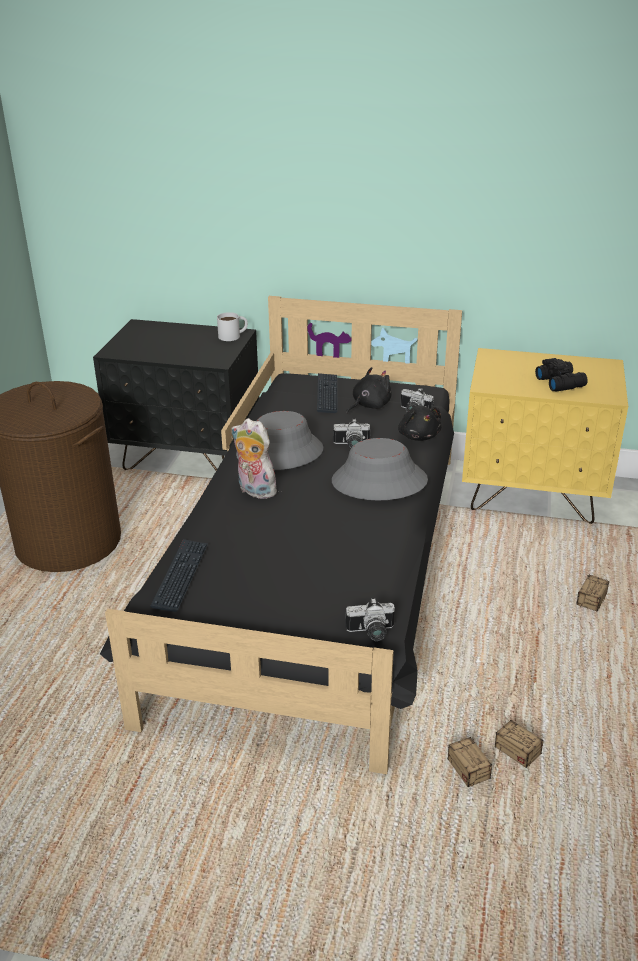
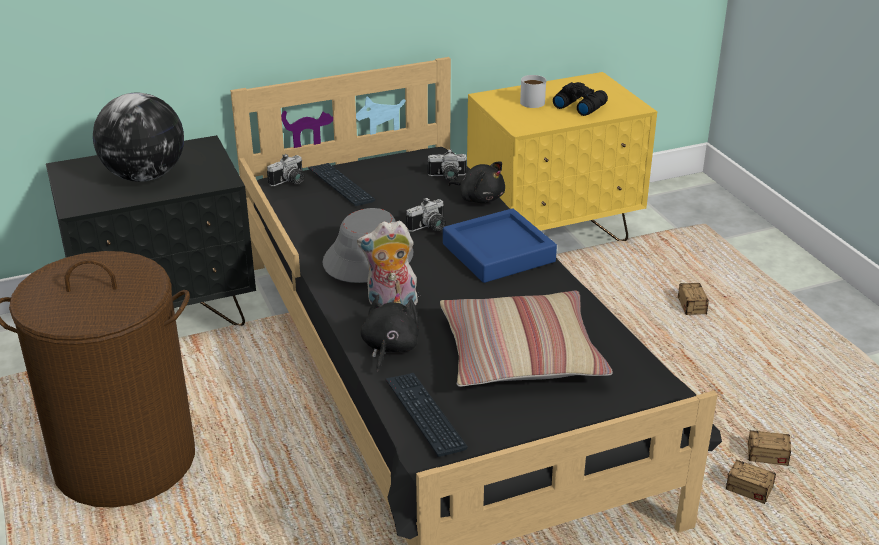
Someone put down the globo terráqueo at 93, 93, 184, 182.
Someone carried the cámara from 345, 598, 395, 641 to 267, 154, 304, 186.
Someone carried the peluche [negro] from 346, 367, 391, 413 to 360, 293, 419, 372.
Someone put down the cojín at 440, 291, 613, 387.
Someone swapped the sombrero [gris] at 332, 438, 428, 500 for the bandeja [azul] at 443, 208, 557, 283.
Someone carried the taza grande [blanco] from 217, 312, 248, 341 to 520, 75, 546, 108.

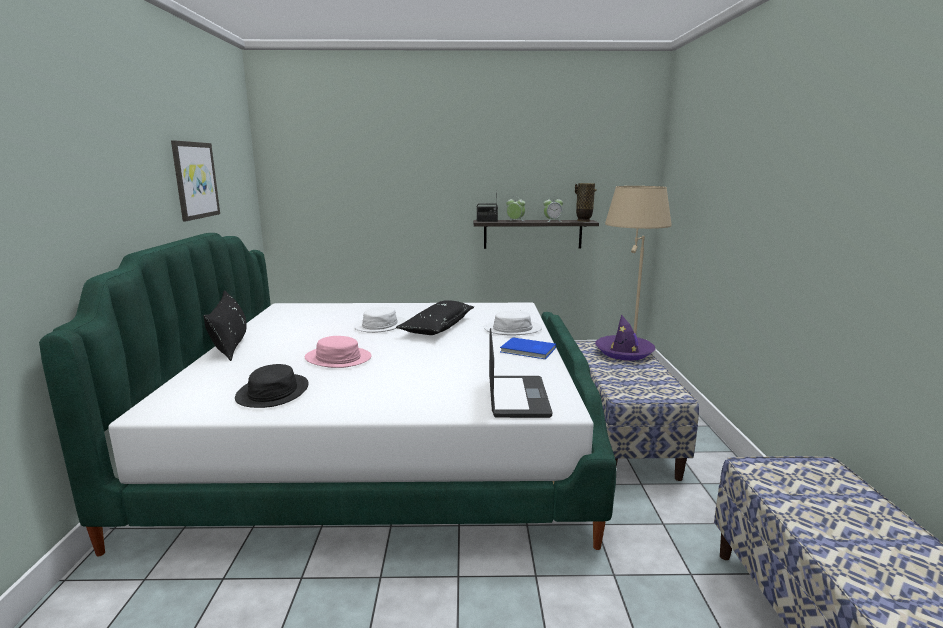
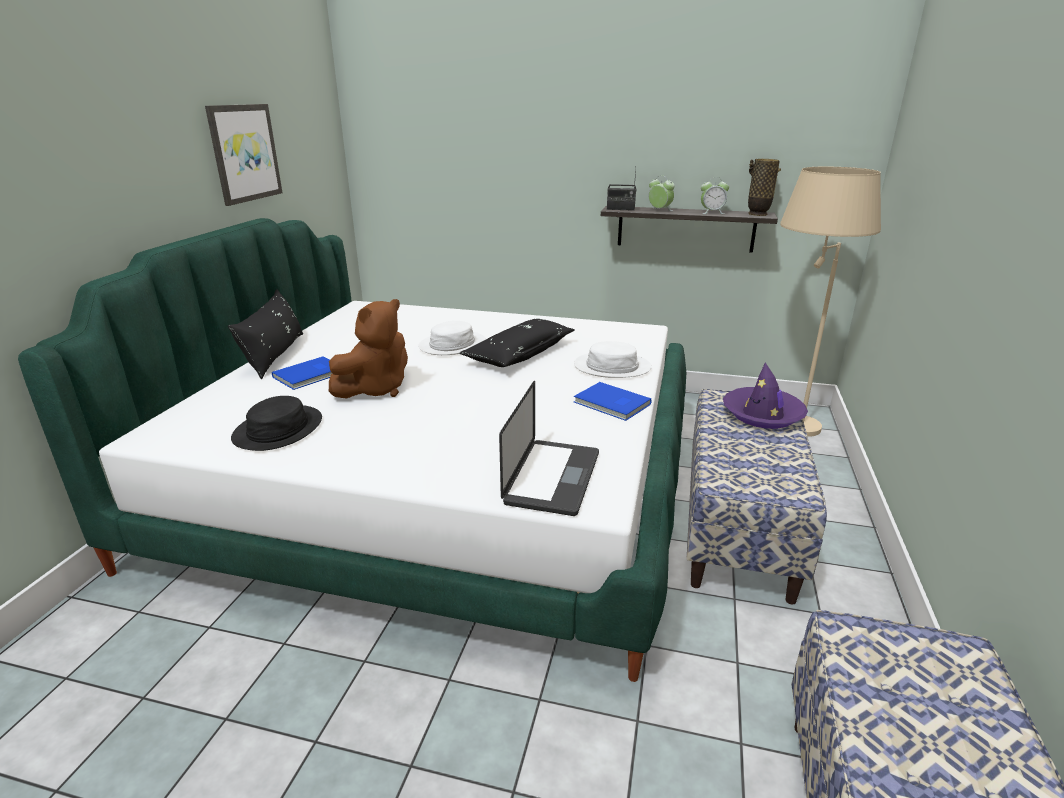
Someone put down the libro [azul] at 272, 356, 332, 390.
Someone swapped the sombrero [rosa] at 305, 336, 372, 368 for the peluche [marrón] at 329, 299, 408, 399.

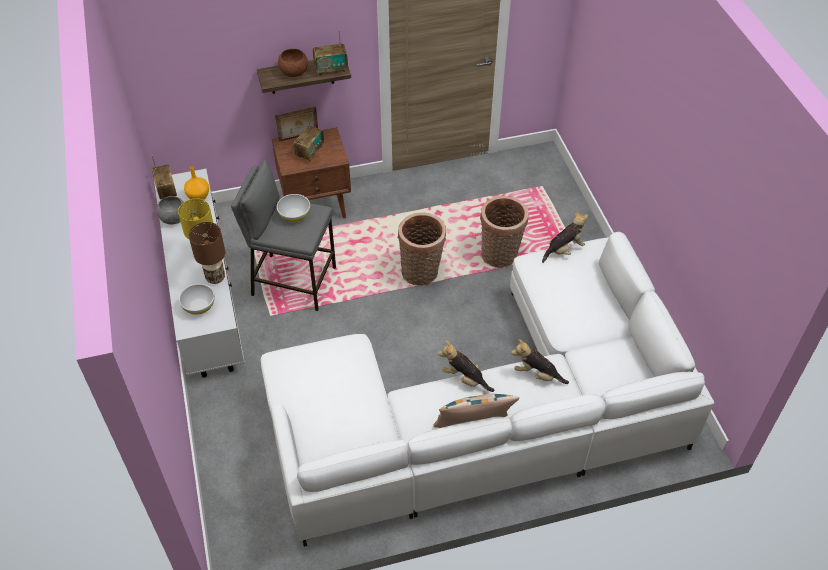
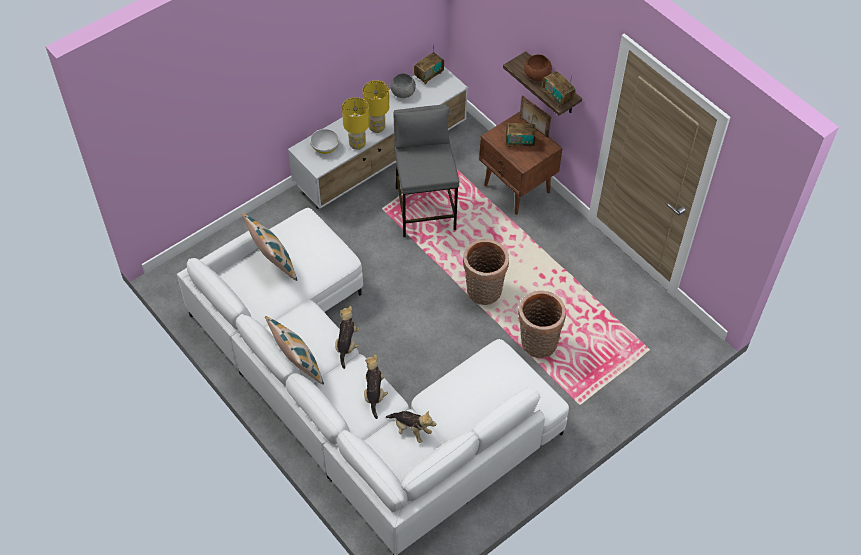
Someone put down the cojín at 242, 213, 297, 281.
Someone repainted the lámpara de mesa [marrón] at 189, 222, 225, 284, which became the lámpara de mesa [amarillo] at 342, 97, 369, 150.
Someone carried the peluche from 542, 211, 588, 263 to 386, 411, 436, 443.
Someone took away the florero [naranja] at 184, 166, 209, 200.
Someone took away the cuenco [blanco] at 277, 194, 310, 222.

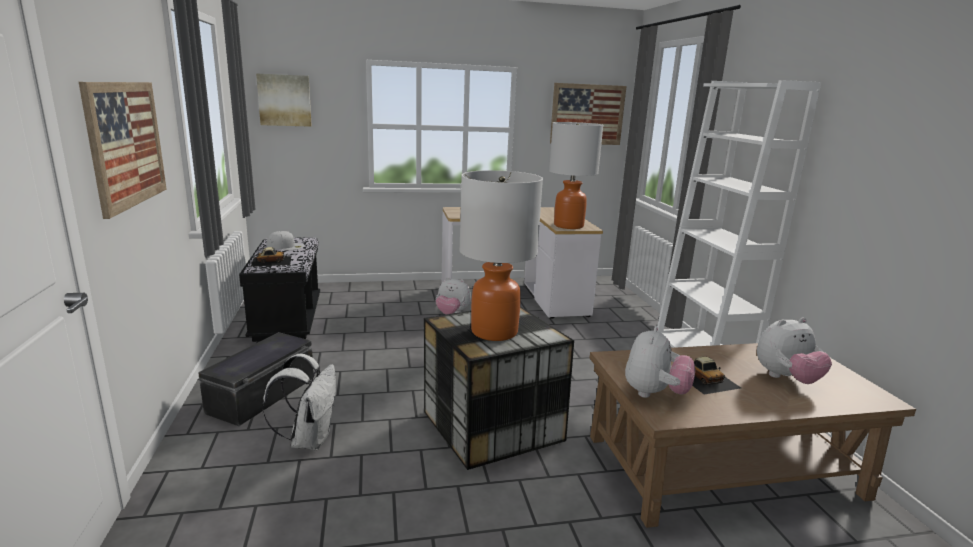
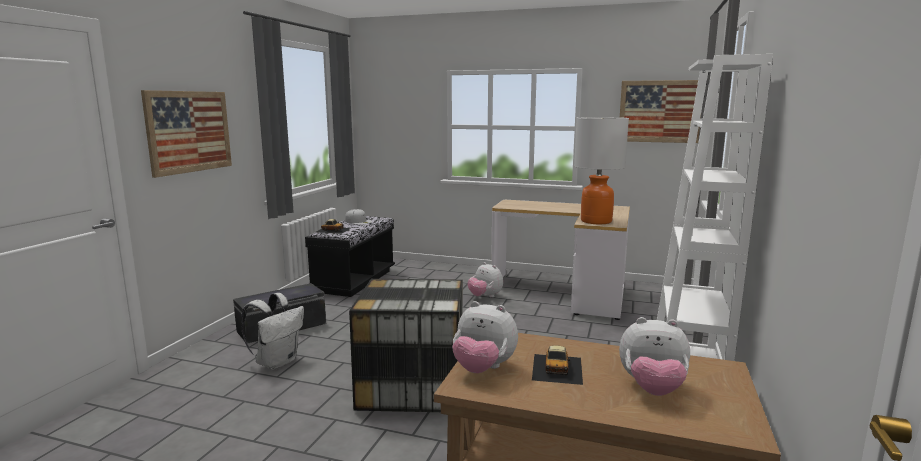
Someone rotated the peluche at 625, 326, 695, 398 by 60 degrees clockwise.
Someone took away the cuadro at 256, 73, 312, 127.
Someone took away the lámpara de mesa at 459, 170, 543, 341.

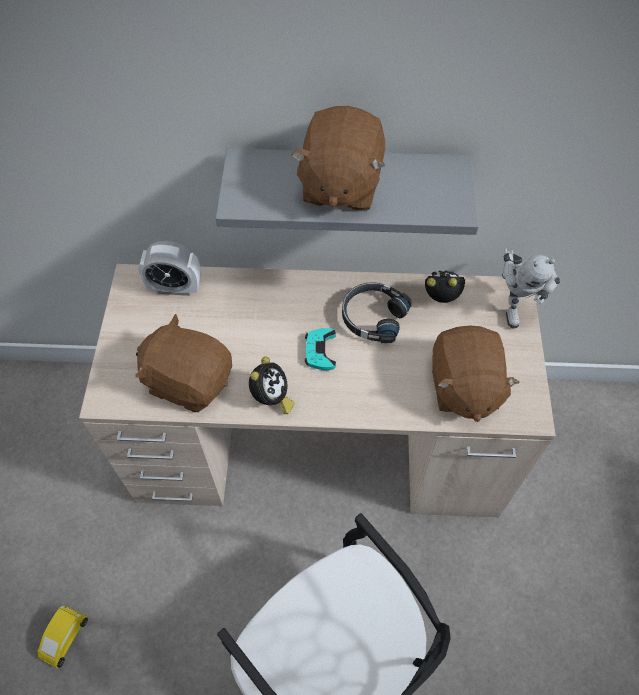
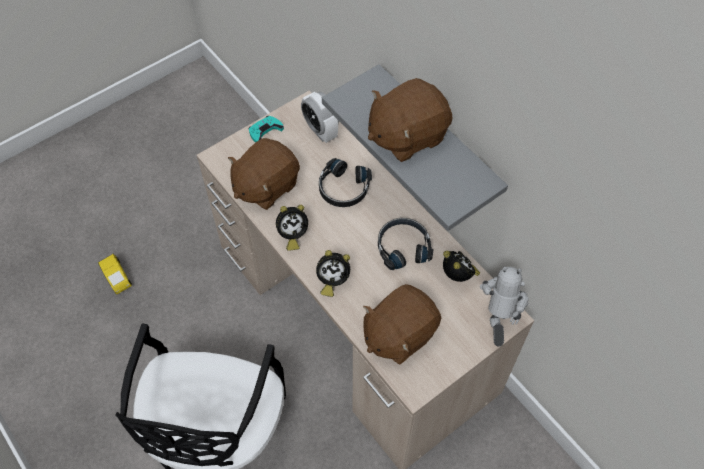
Someone rotated the coche de juguete [amarillo] at 37, 606, 88, 669 by 105 degrees counterclockwise.
Someone rotated the peluche [marrón] at 135, 314, 232, 412 by 120 degrees counterclockwise.
Someone carried the mando de consola [turquesa] from 305, 328, 336, 370 to 248, 116, 284, 143.
Someone put down the despertador at 316, 250, 350, 297.
Someone put down the auriculares [negro] at 319, 158, 372, 207.
Someone rotated the robot de juguete at 502, 248, 560, 328 by 150 degrees clockwise.

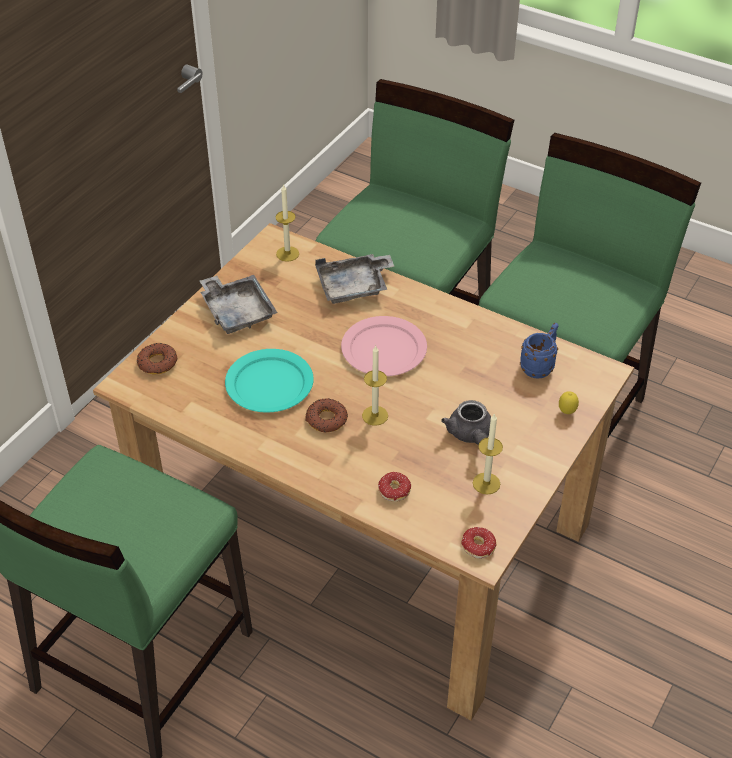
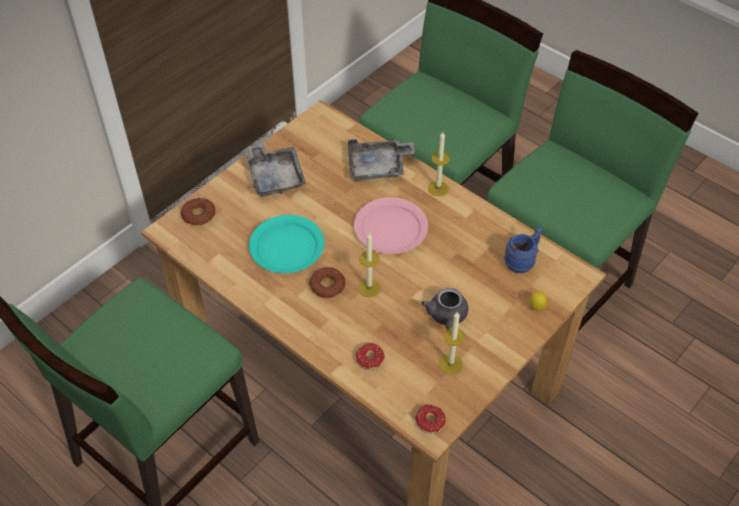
Someone carried the vela from 275, 184, 299, 262 to 428, 132, 450, 196.

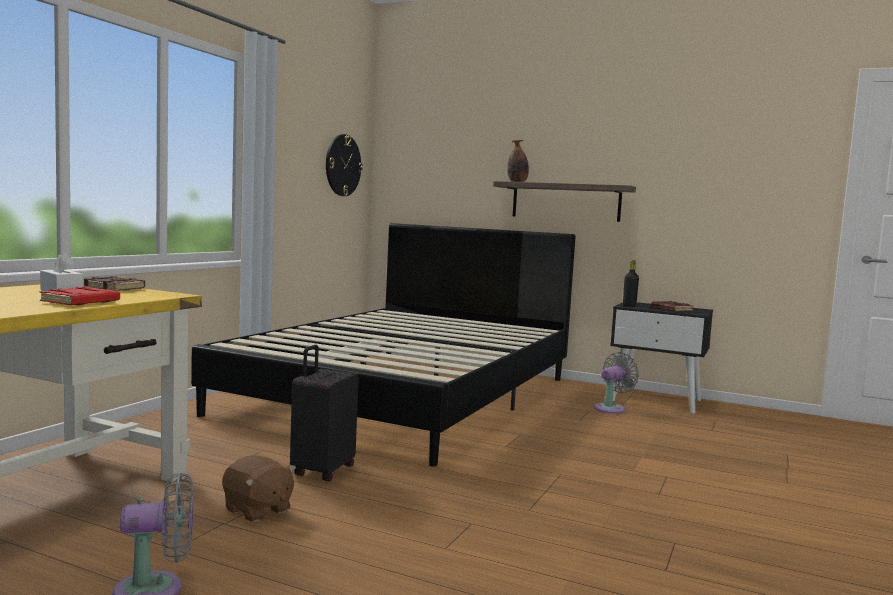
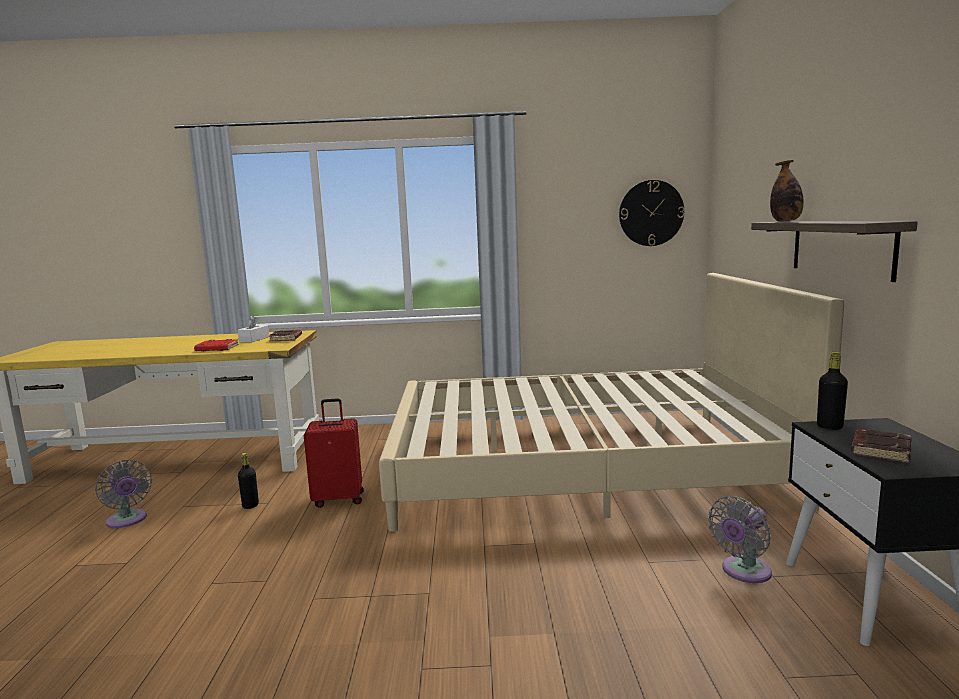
Someone swapped the peluche [marrón] at 222, 455, 296, 522 for the botella [negro] at 238, 453, 259, 509.
Someone repainted the maleta [negro] at 290, 345, 359, 481, which became the maleta [rojo] at 304, 398, 364, 508.
Someone repainted the cama [negro] at 191, 223, 575, 466, which became the cama [beis] at 379, 273, 844, 532.
Someone rotated the ventilador [gris] at 594, 352, 639, 414 by 120 degrees clockwise.

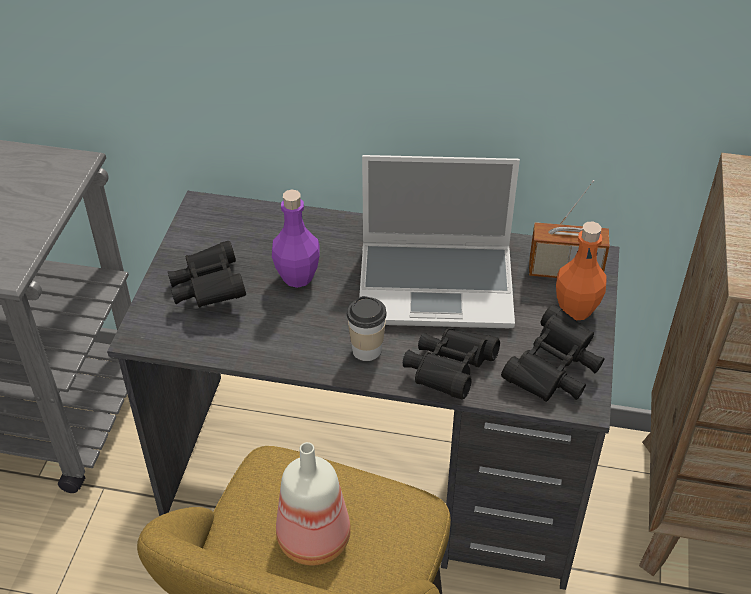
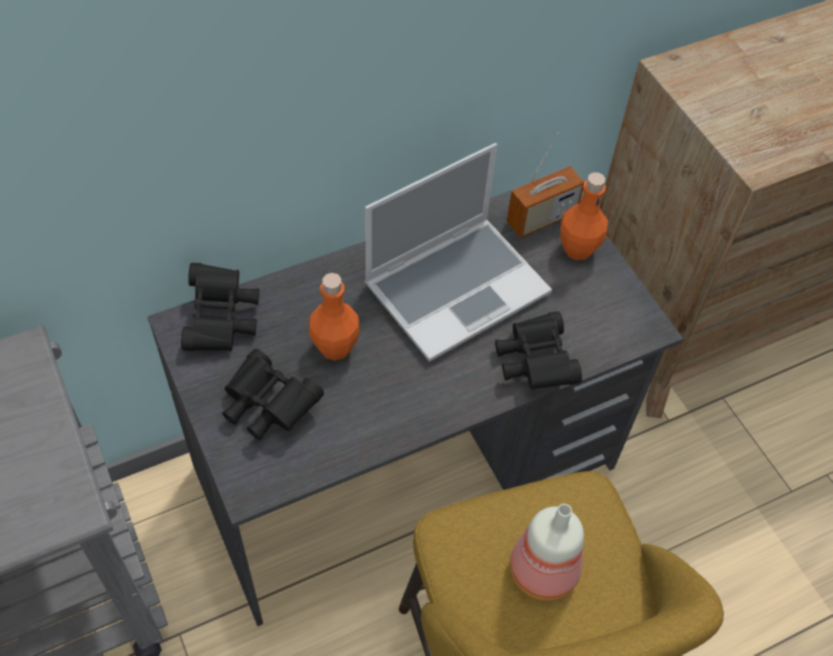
Someone carried the prismáticos [negro] from 501, 305, 604, 402 to 181, 263, 259, 351.
Someone repainted the botella [morado] at 272, 190, 320, 288, which became the botella [naranja] at 309, 273, 359, 361.
Someone took away the taza at 347, 296, 387, 361.

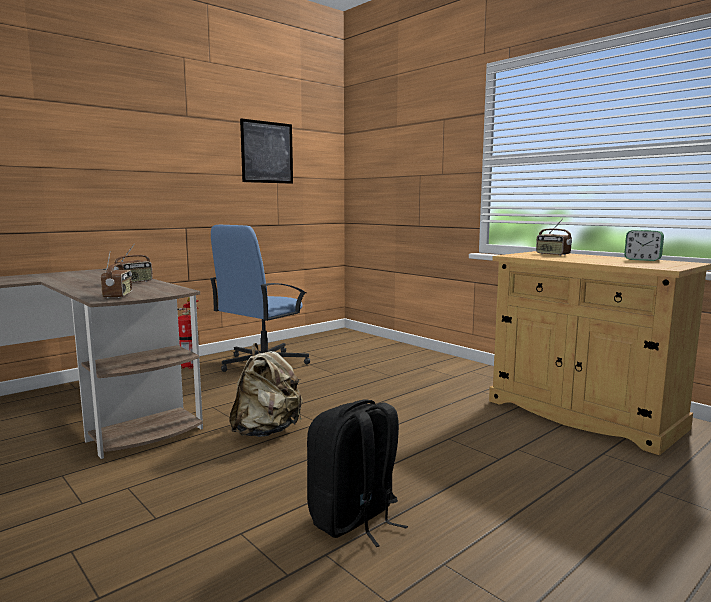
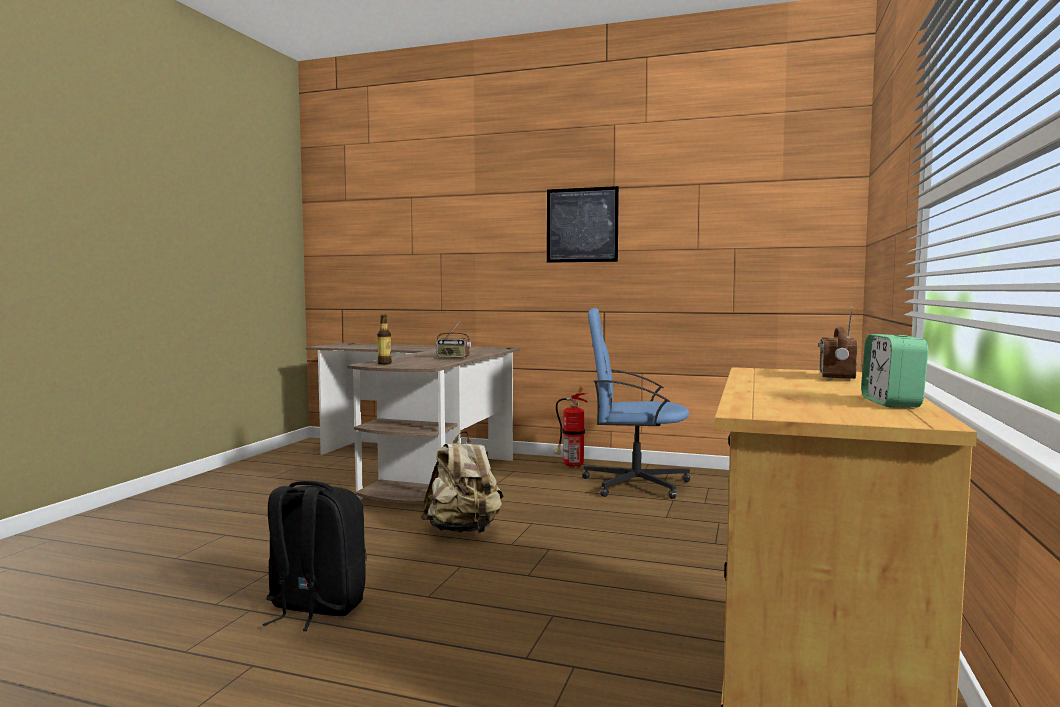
Someone swapped the radio at 101, 251, 133, 298 for the botella at 377, 315, 392, 364.
Someone carried the cuadro from 240, 118, 293, 184 to 547, 186, 619, 263.

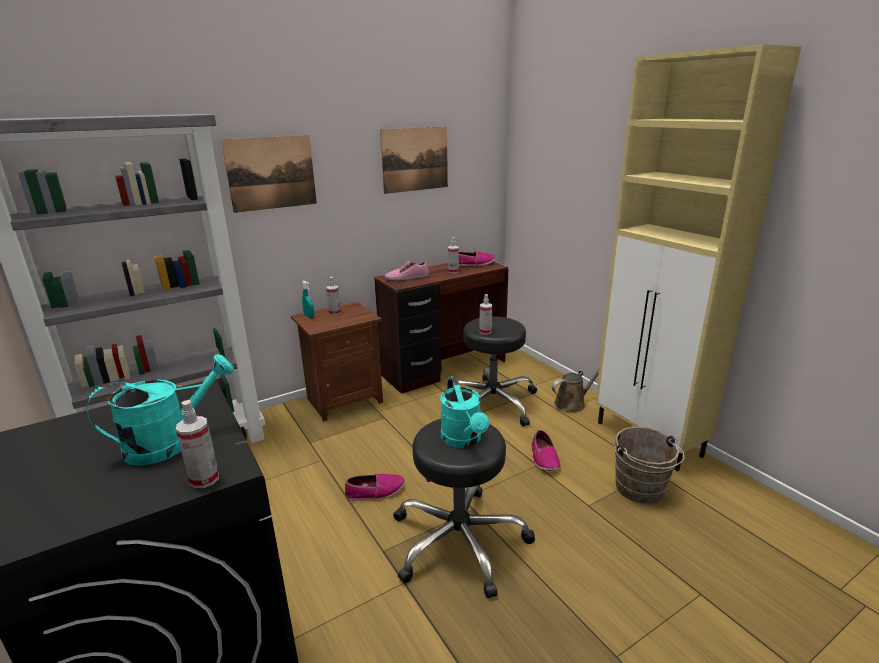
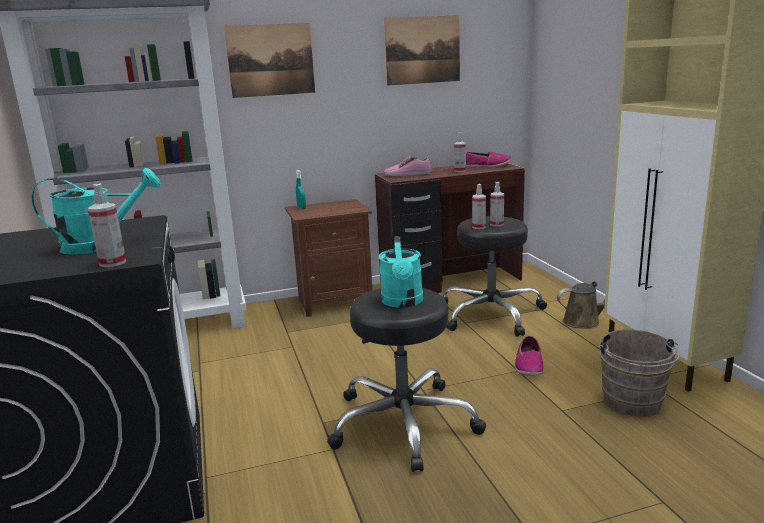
Someone carried the pulverizador from 326, 277, 341, 315 to 490, 182, 504, 227.
Someone took away the zapato at 345, 474, 405, 501.

